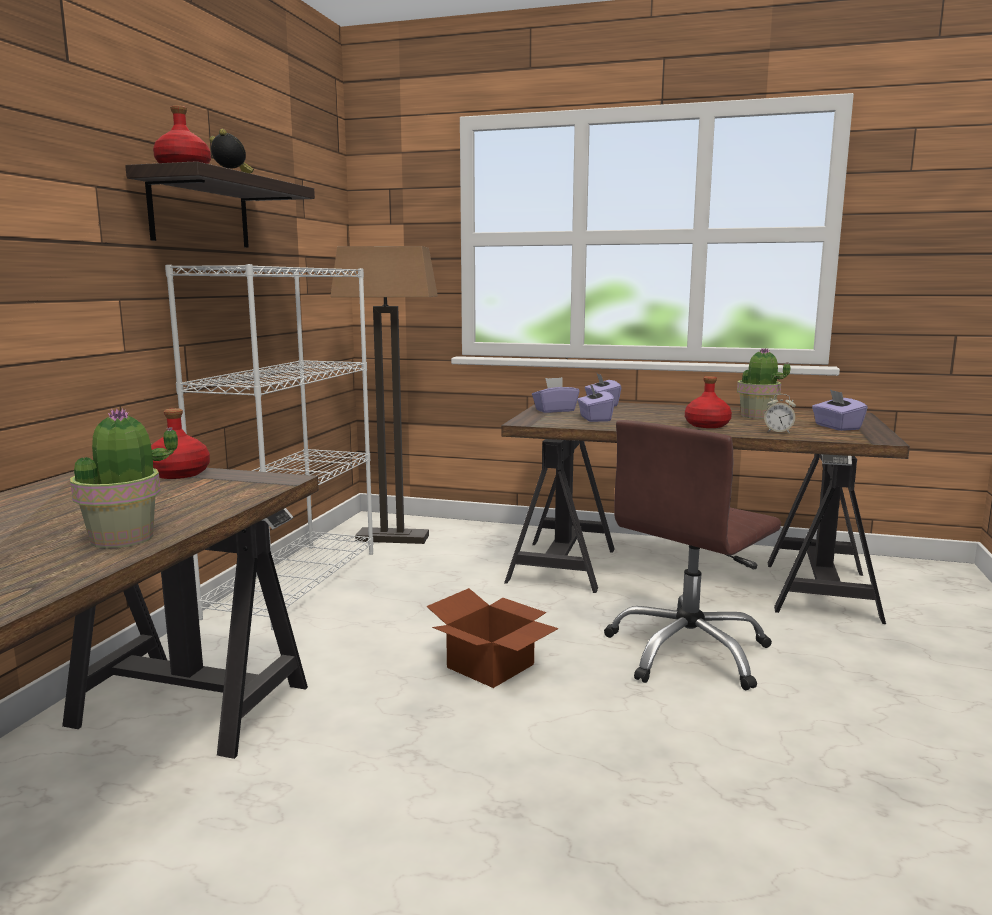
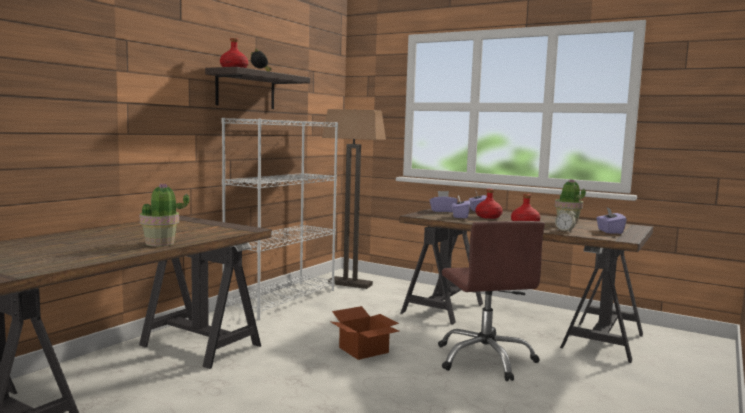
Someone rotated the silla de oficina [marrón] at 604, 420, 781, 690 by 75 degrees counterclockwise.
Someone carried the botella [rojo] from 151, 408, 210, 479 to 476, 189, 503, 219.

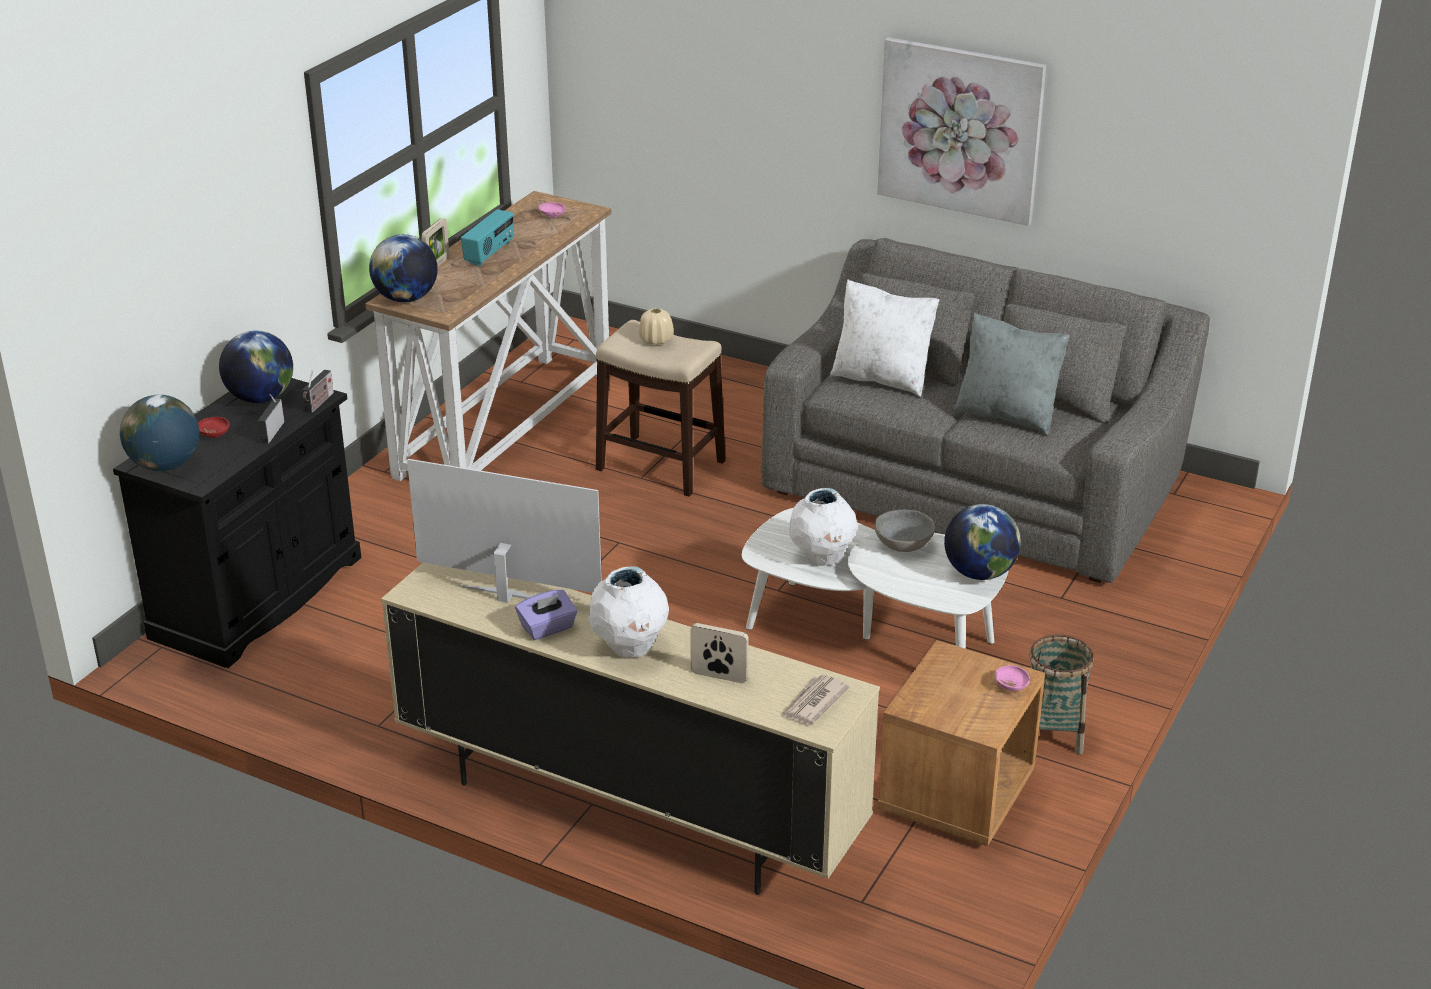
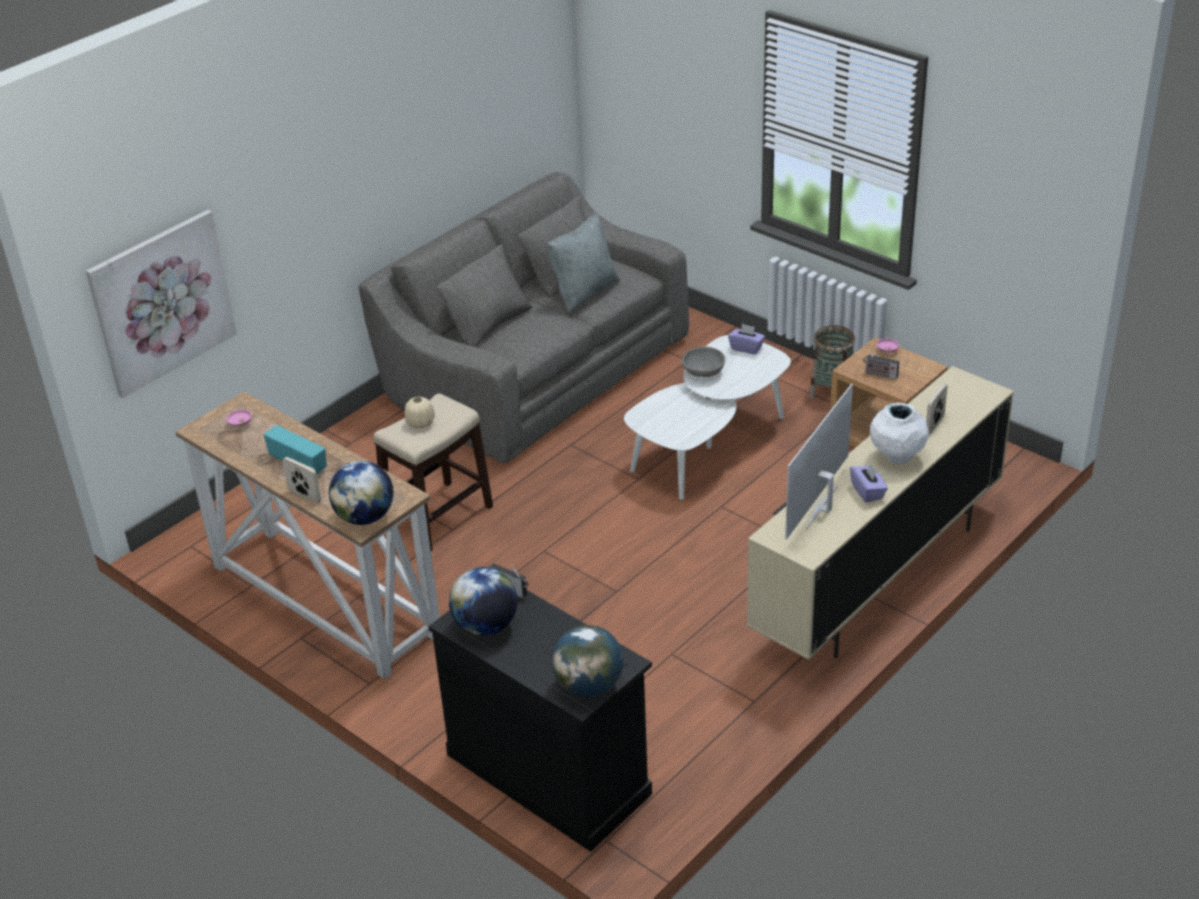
Someone carried the cuadro from 878, 37, 1046, 226 to 86, 210, 237, 398.
Someone swapped the globo terráqueo at 944, 504, 1021, 580 for the caja de pañuelos [morado] at 728, 324, 765, 355.
Someone carried the radio from 258, 394, 284, 444 to 863, 350, 899, 380.
Someone took away the cuenco [rojo] at 198, 417, 230, 438.
Someone took away the periódico at 781, 675, 850, 725.
Someone took away the florero [blanco] at 789, 488, 858, 566.
Someone took away the cojín [blanco] at 830, 279, 939, 397.

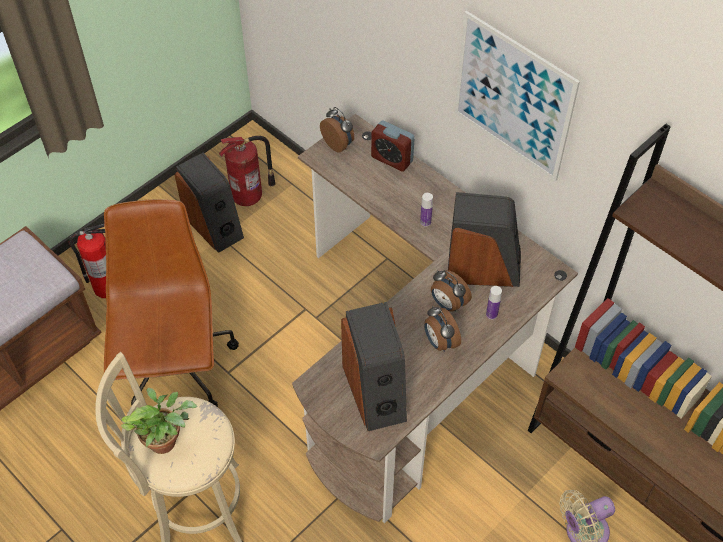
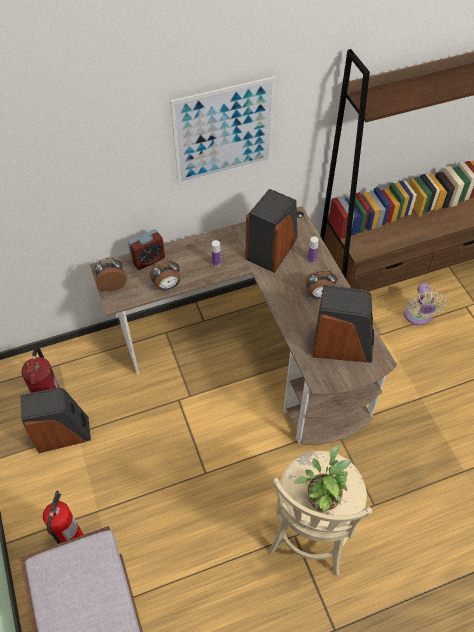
Someone carried the despertador from 431, 270, 472, 312 to 150, 260, 181, 291.
Someone took away the silla de oficina [marrón] at 104, 199, 239, 407.

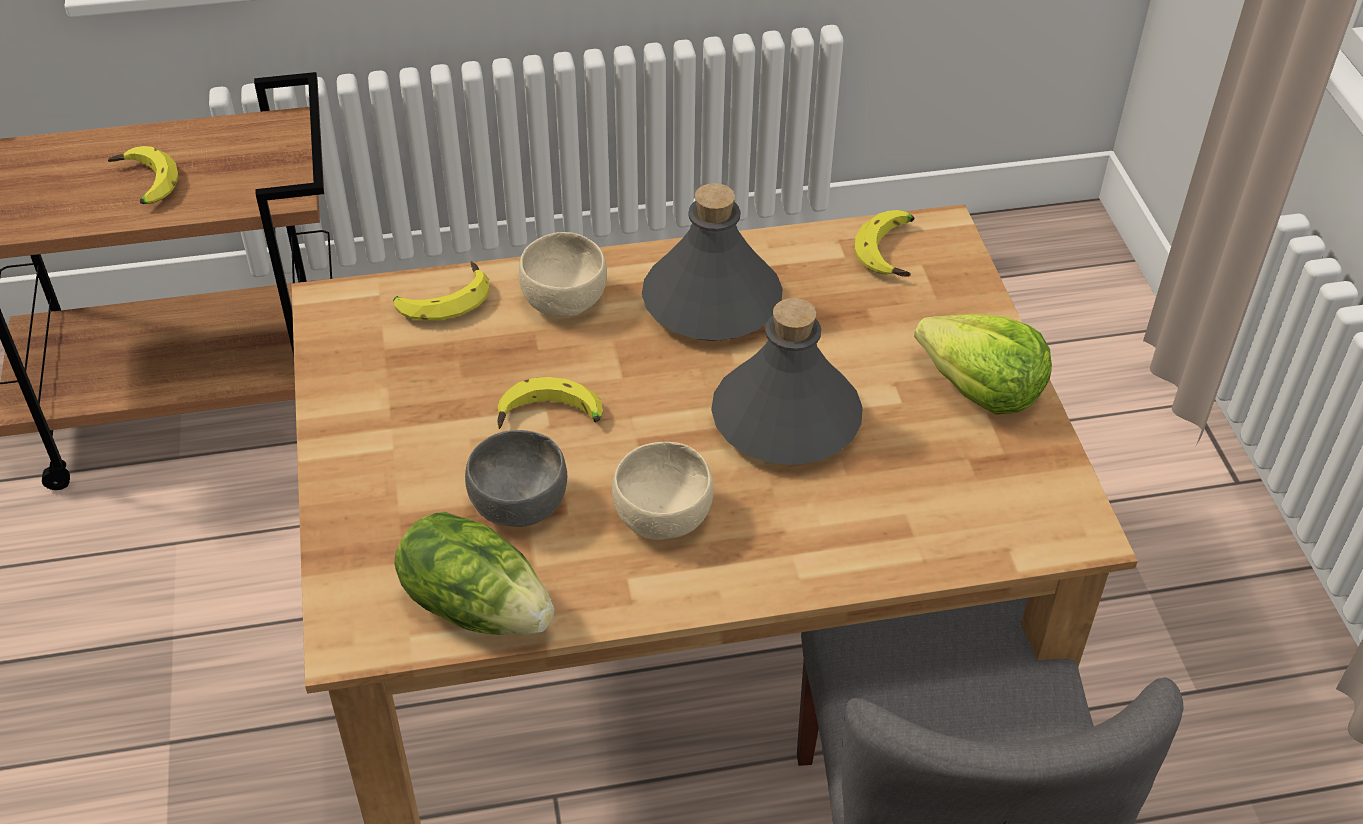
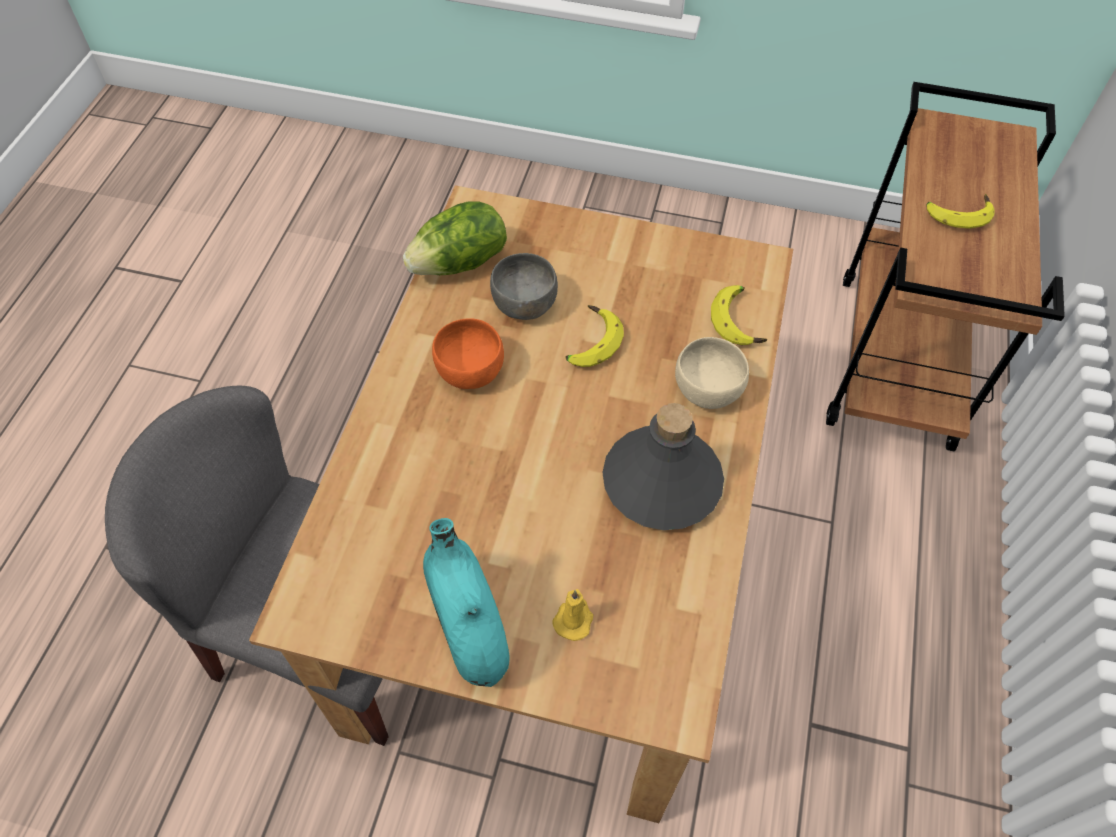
Someone swapped the lechuga at 914, 314, 1052, 415 for the florero [turquesa] at 423, 518, 510, 687.
Someone repainted the cuenco [beis] at 612, 442, 714, 540, which became the cuenco [naranja] at 432, 318, 504, 389.
Someone put down the vela [amarillo] at 552, 589, 593, 641.
Someone took away the botella [gris] at 711, 298, 863, 465.
Someone took away the plátano at 854, 210, 914, 277.

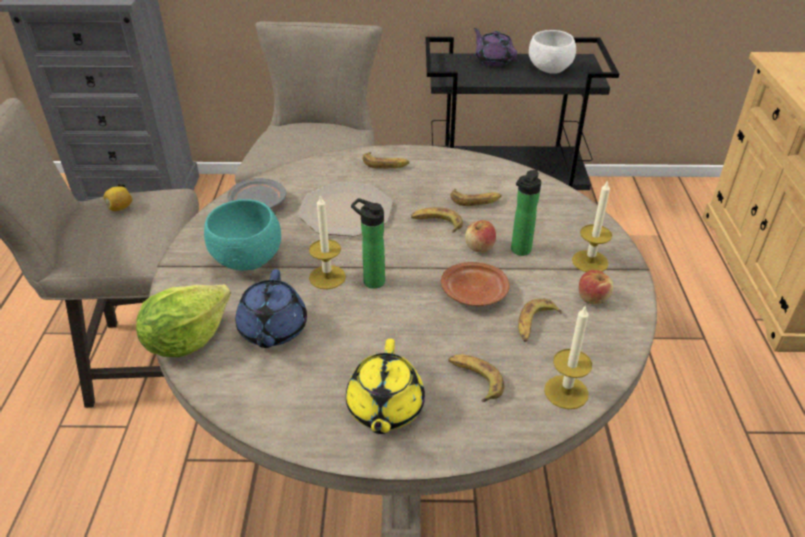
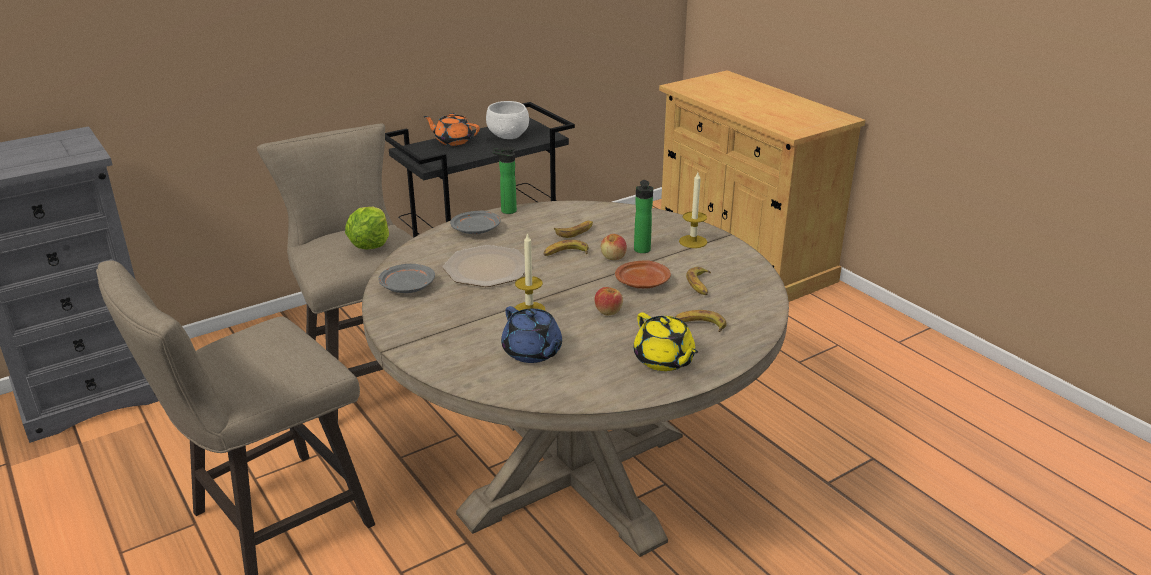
Someone carried the lechuga from 136, 284, 231, 357 to 345, 207, 389, 249.
Someone repainted the tetera [morado] at 474, 28, 517, 66, which became the tetera [naranja] at 423, 113, 480, 146.
Someone swapped the plátano at 363, 152, 410, 169 for the plato [gris] at 450, 211, 501, 234.
Someone carried the botella from 351, 198, 385, 289 to 492, 147, 517, 214.
Someone carried the manzana from 579, 270, 613, 305 to 594, 287, 623, 315.
Someone took away the limón at 104, 186, 132, 211.
Someone took away the cuenco [turquesa] at 204, 199, 281, 271.
Someone took away the vela at 544, 305, 592, 409.

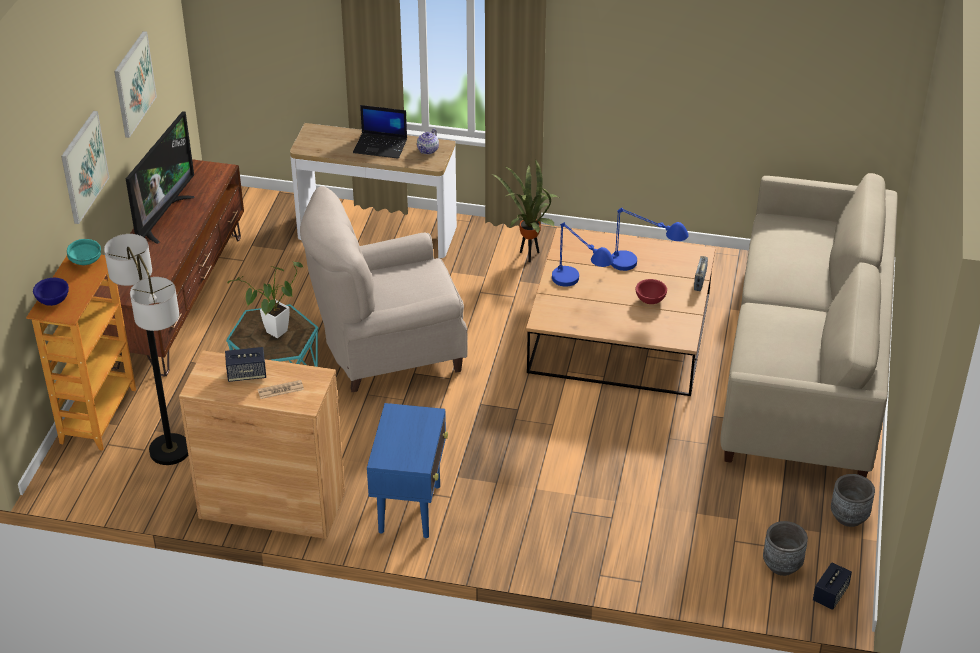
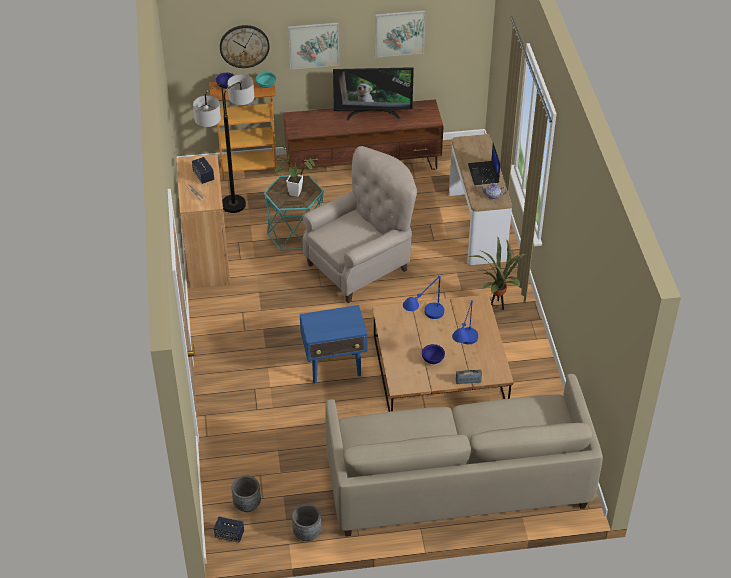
Someone put up the reloj de pared at 220, 25, 270, 68.
Someone carried the mesa auxiliar [azul] from 367, 403, 448, 538 to 300, 305, 367, 384.
Someone rotated the sillón [beis] at 300, 186, 468, 392 by 90 degrees clockwise.
Someone repainted the cuenco [rojo] at 636, 279, 667, 304, which became the cuenco [azul] at 422, 344, 445, 364.

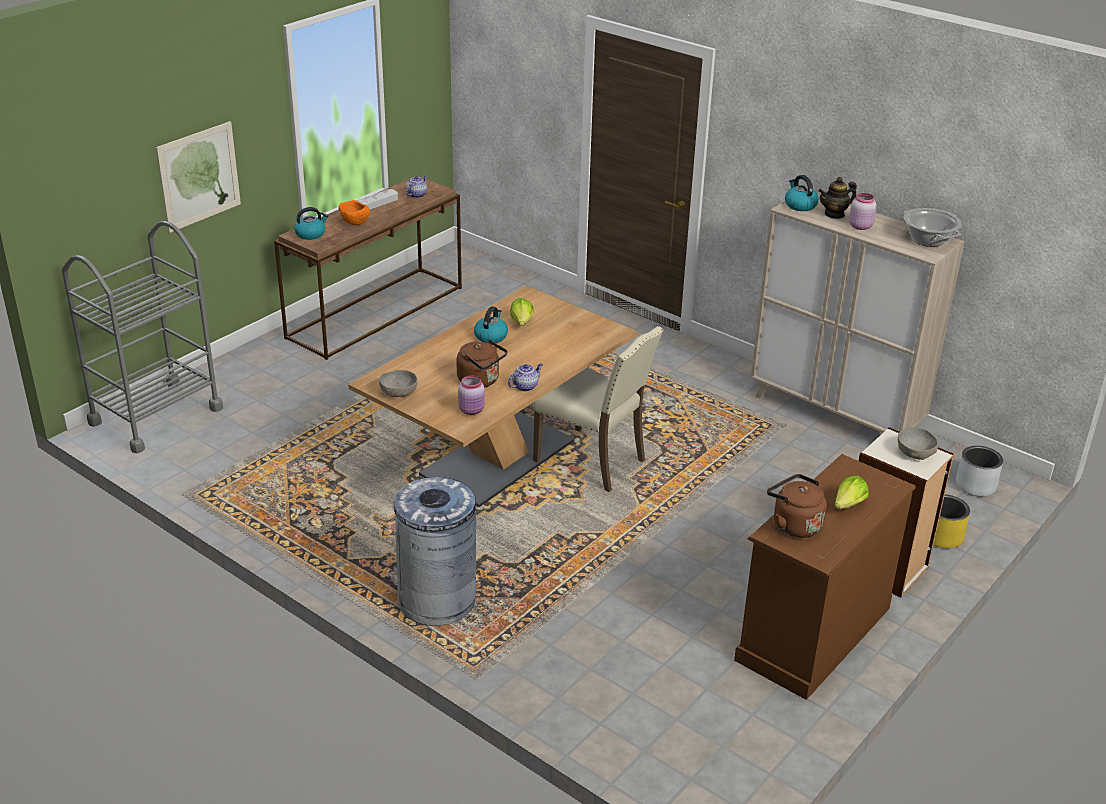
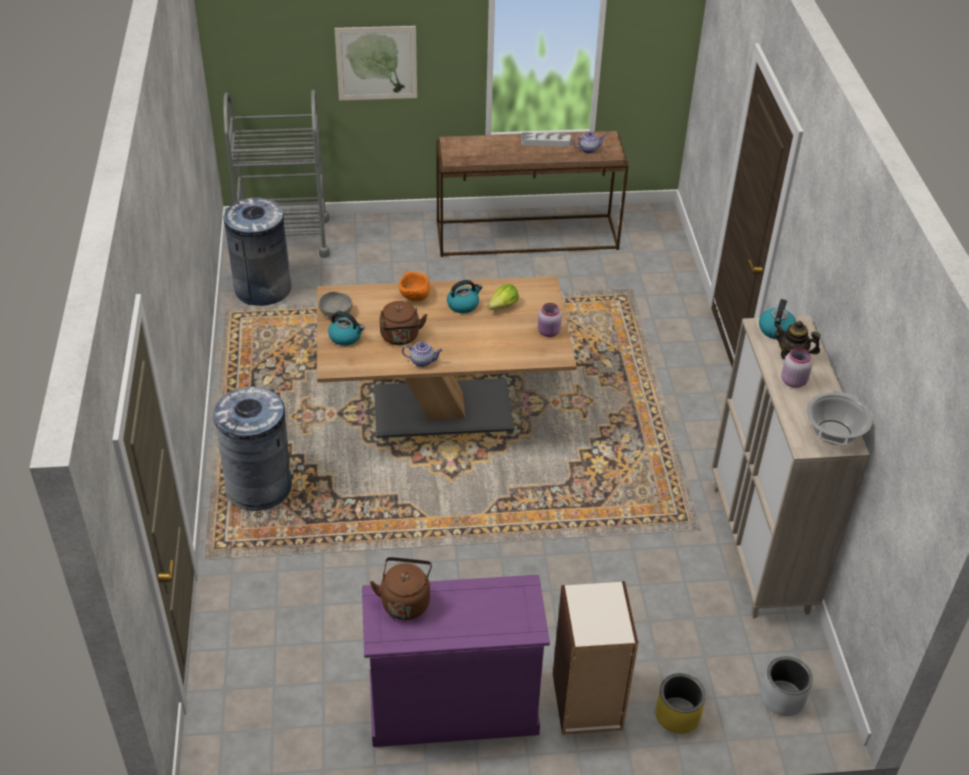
Someone put down the papelera [gris] at 223, 198, 292, 306.
Someone carried the hervidor from 294, 207, 329, 240 to 328, 311, 365, 346.
Someone repainted the cómoda [marrón] at 734, 454, 916, 700, which became the cómoda [morado] at 362, 575, 550, 747.
Someone carried the cuenco [naranja] from 339, 200, 370, 225 to 399, 272, 430, 301.
Someone carried the tarro [rosa] from 458, 376, 485, 415 to 538, 303, 562, 337.
Someone took away the silla [beis] at 533, 326, 664, 492.
Someone took away the lechuga at 834, 476, 869, 509.
Someone took away the cuenco [gris] at 898, 427, 938, 460.

